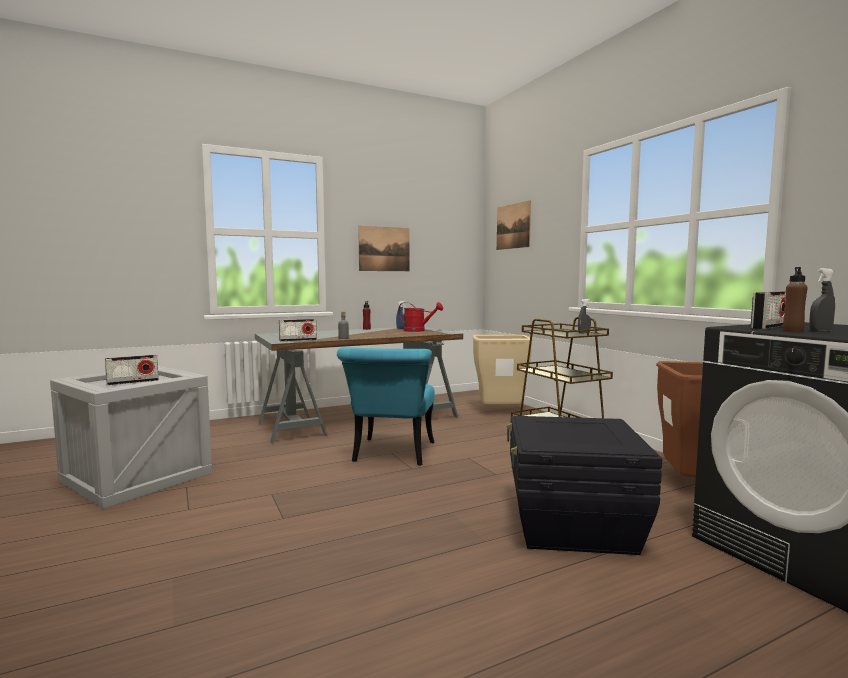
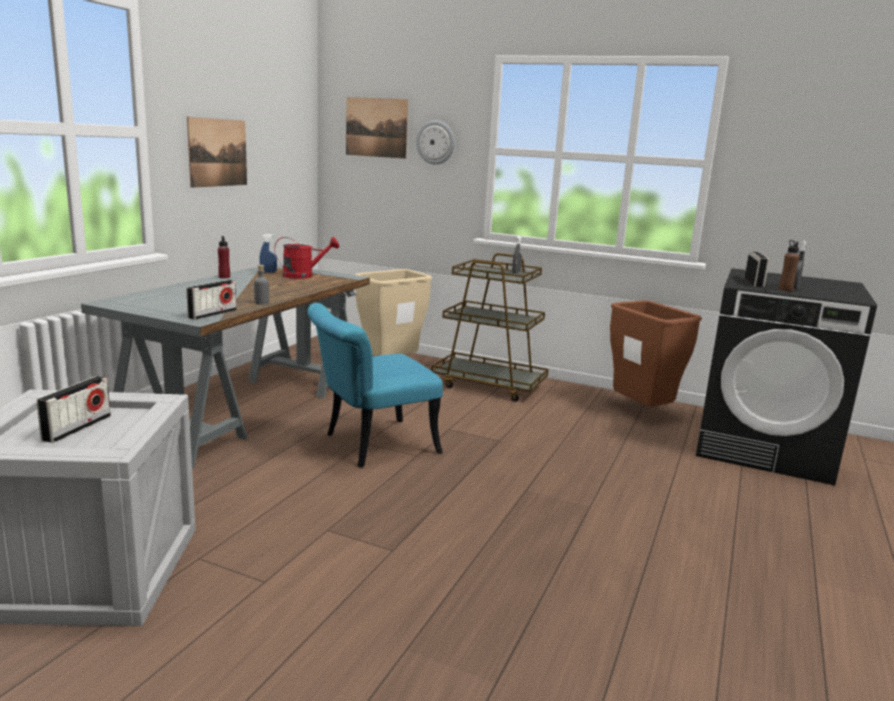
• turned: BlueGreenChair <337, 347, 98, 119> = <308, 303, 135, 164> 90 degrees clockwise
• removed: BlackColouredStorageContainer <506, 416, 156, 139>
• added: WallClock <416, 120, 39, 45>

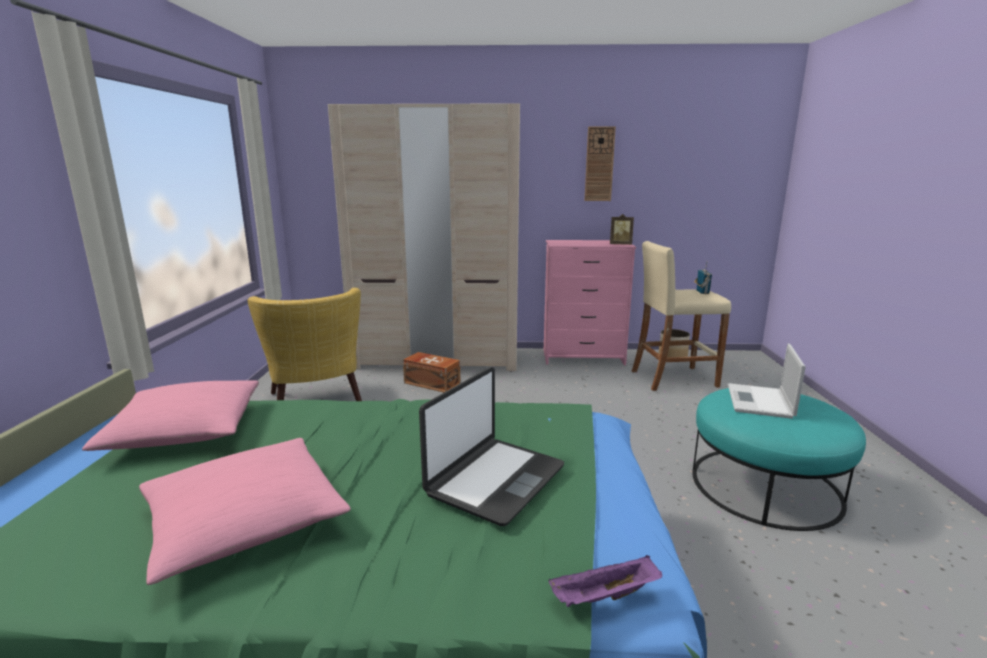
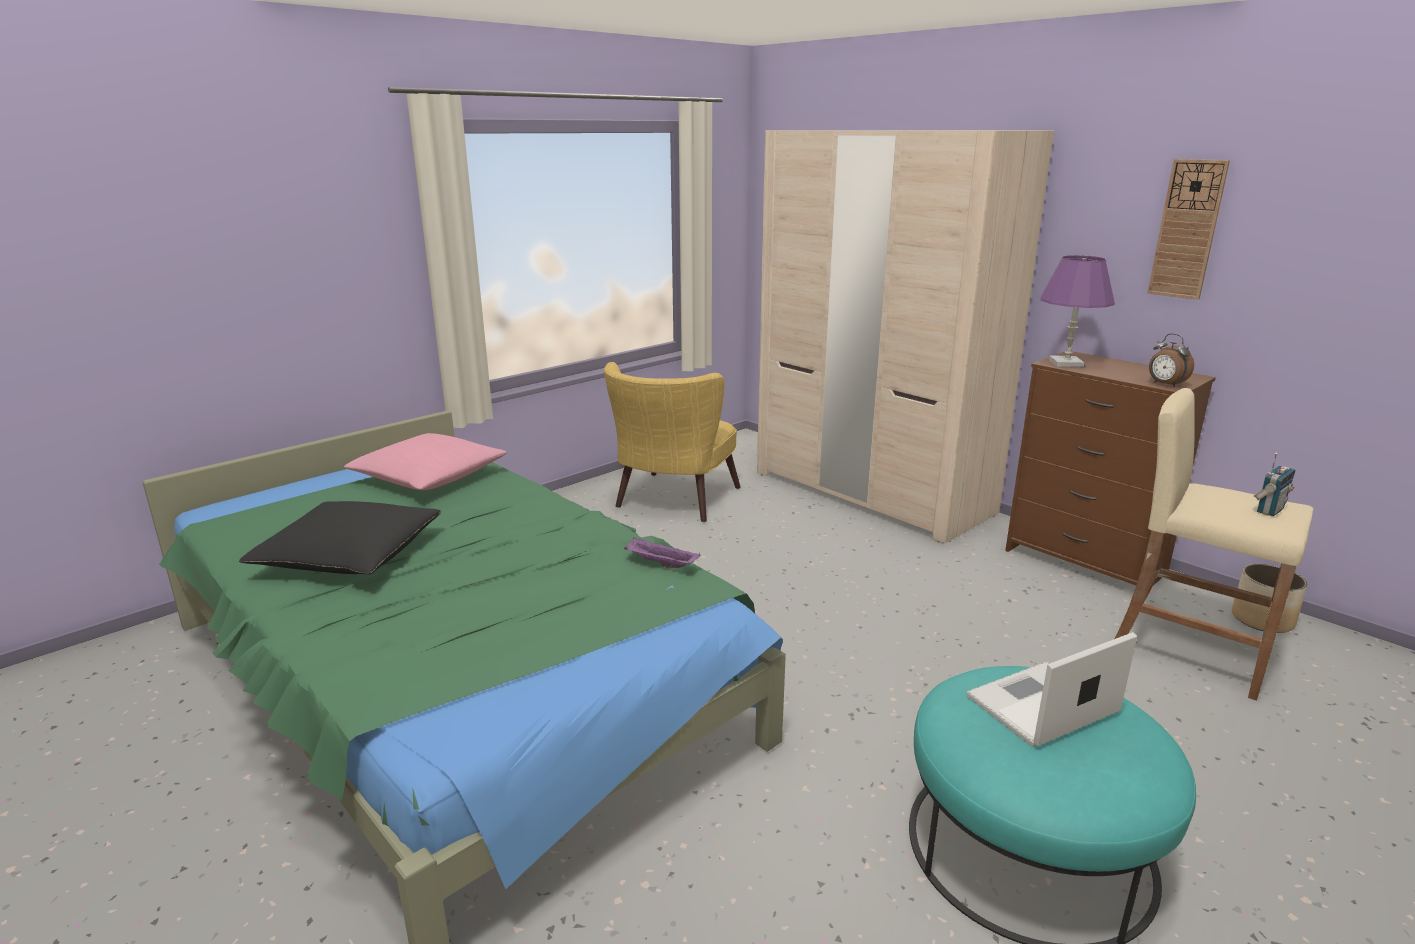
• replaced: StandingFrame <610, 214, 24, 31> to BedsideClock <1149, 333, 45, 55>
• recoloured: PinkColouredDresser <544, 240, 92, 125> to BrownColouredDresser <1005, 351, 211, 234>
• removed: BrownColouredStorageContainer <403, 352, 57, 40>
• removed: NotebookComputer <419, 367, 145, 159>
• recoloured: PinkColouredThrowPillow <139, 438, 212, 147> to BlackColouredThrowPillow <239, 501, 202, 73>
• moved: PurplishCarryingTray <549, 555, 113, 52> to <624, 538, 77, 30>
• added: PurplishTableLamp <1041, 255, 74, 112>

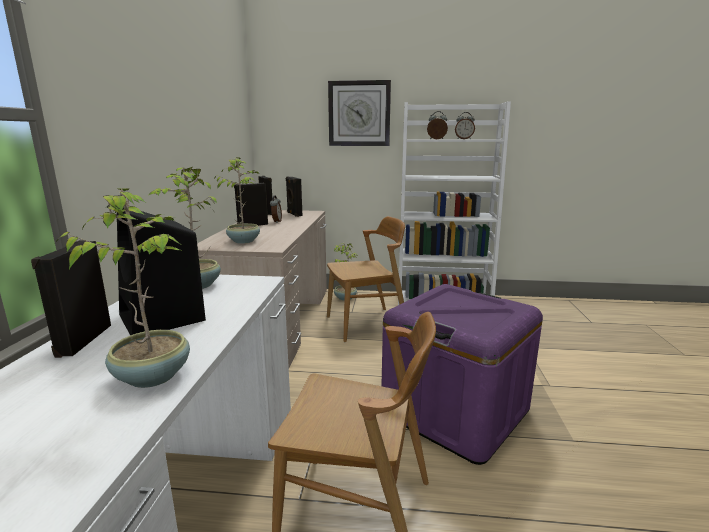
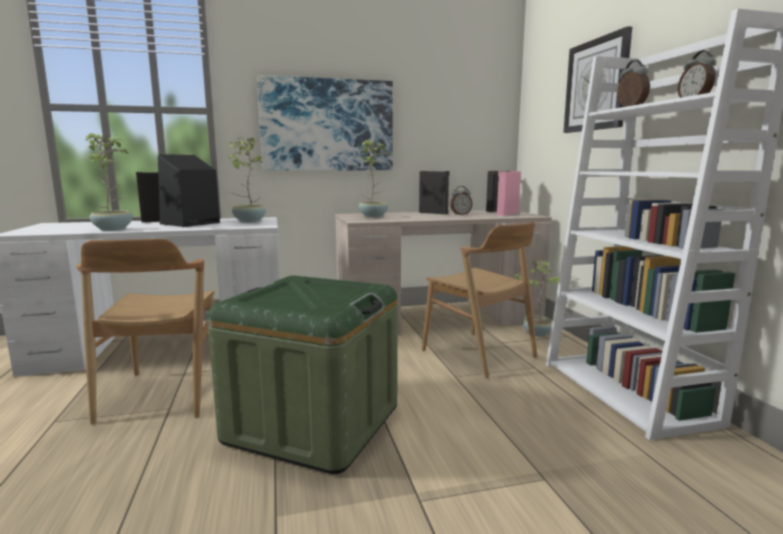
• recoloured: BlackColouredAudioSpeaker <286, 177, 16, 40> to PinkColouredAudioSpeaker <496, 171, 25, 45>
• recoloured: PurplishStorageContainer <382, 284, 161, 181> to GreenishStorageContainer <207, 275, 191, 199>
• added: WallPicture <257, 75, 136, 96>

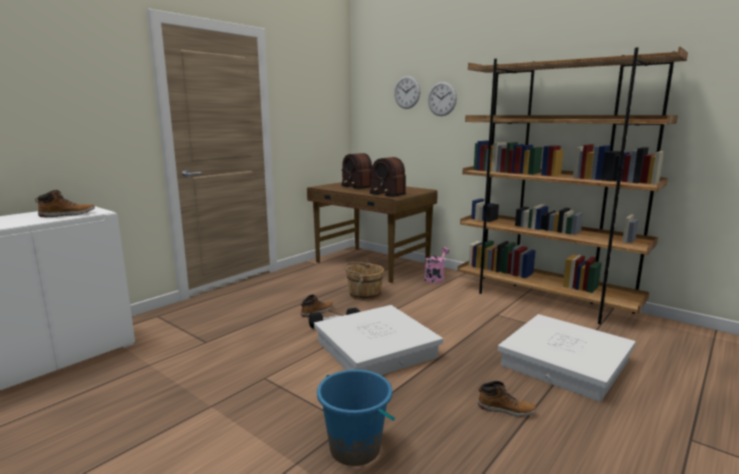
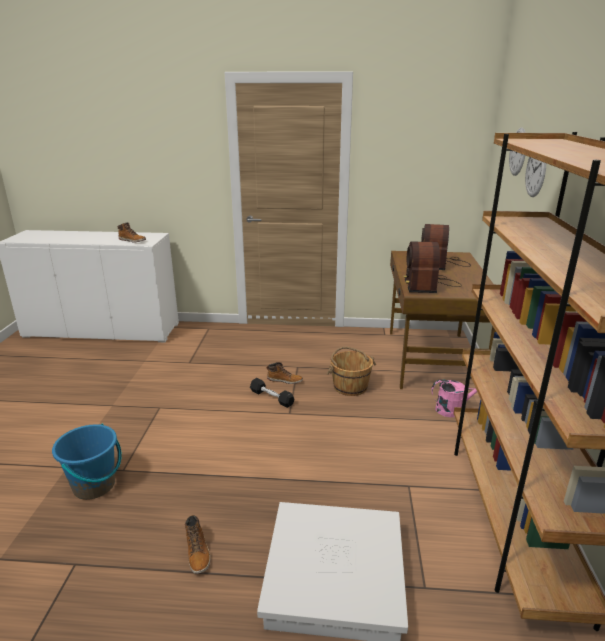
• removed: WhiteColouredStorageContainer <314, 305, 129, 70>

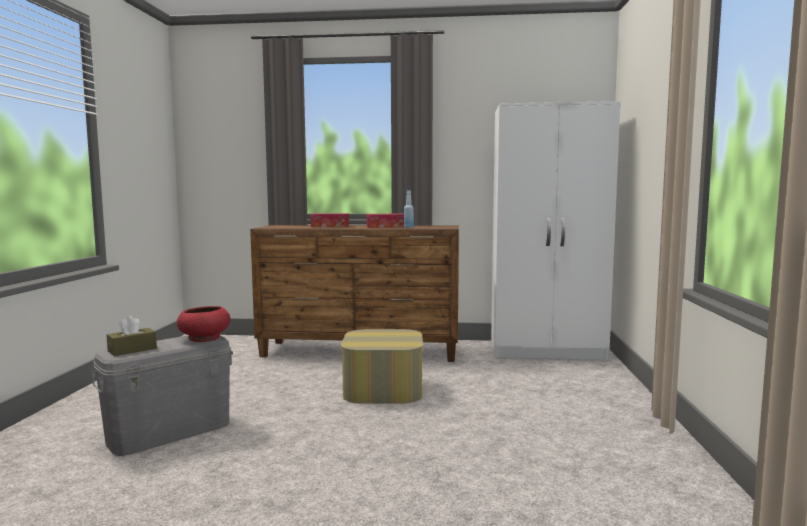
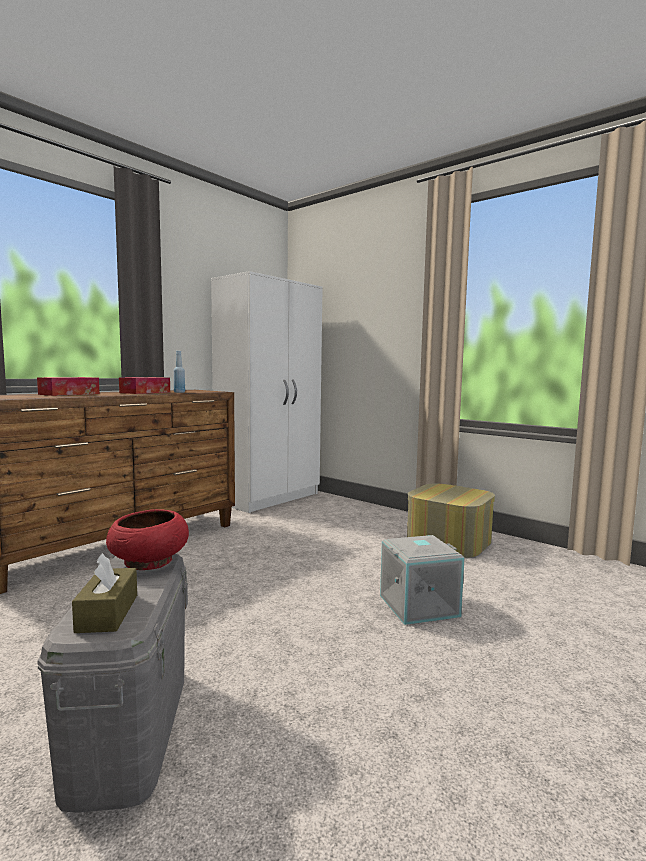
• moved: Footrest <341, 329, 82, 75> to <407, 483, 88, 75>
• added: GreyishStorageContainer <380, 535, 84, 90>

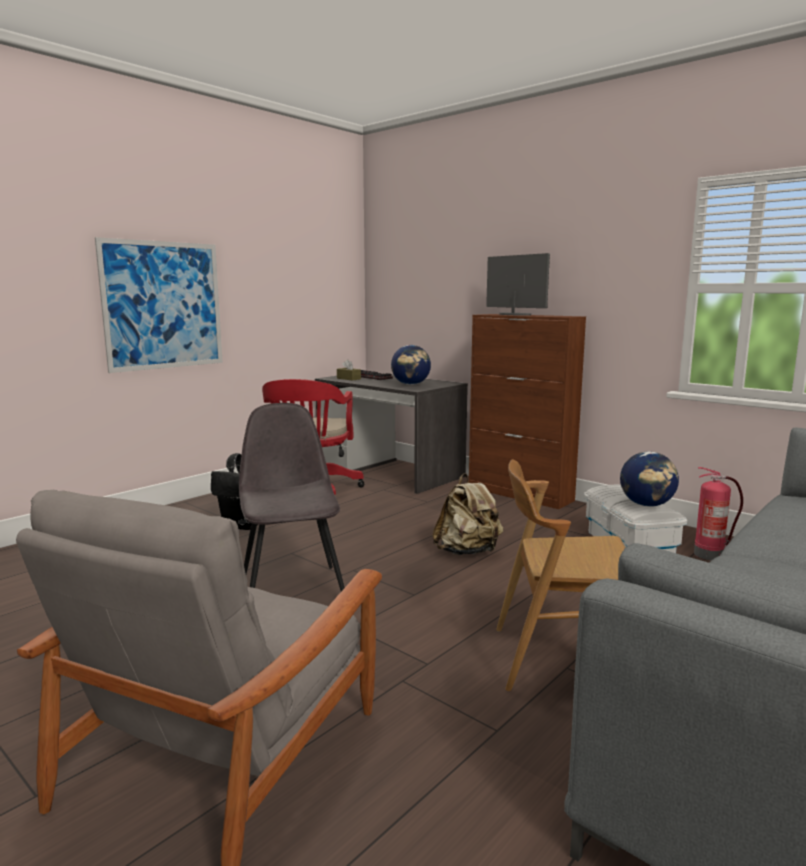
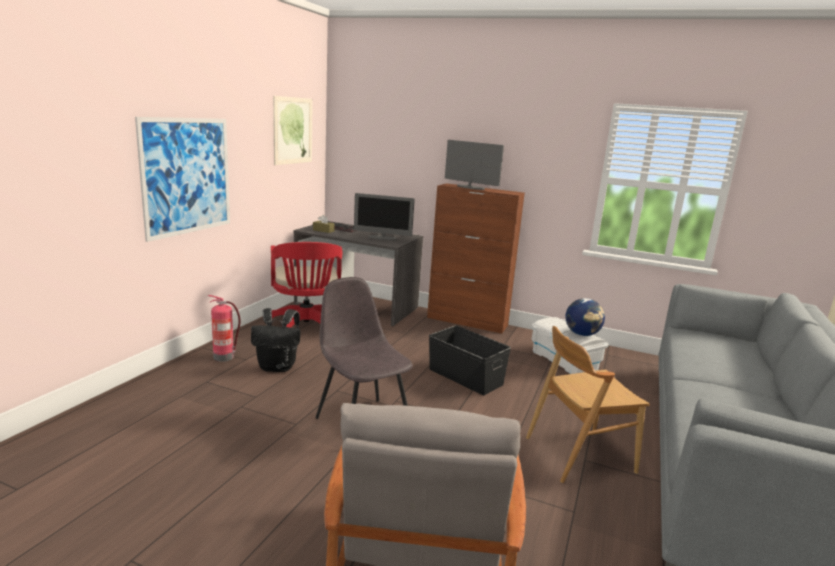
• replaced: Globe <391, 345, 40, 40> to ComputerDisplay <354, 193, 61, 47>
• moved: FireExtinguisher <694, 467, 49, 94> to <208, 295, 32, 67>
• replaced: BeigeRucksack <432, 473, 71, 82> to BlackColouredStorageContainer <429, 325, 82, 70>
• added: WallPicture <273, 96, 39, 69>

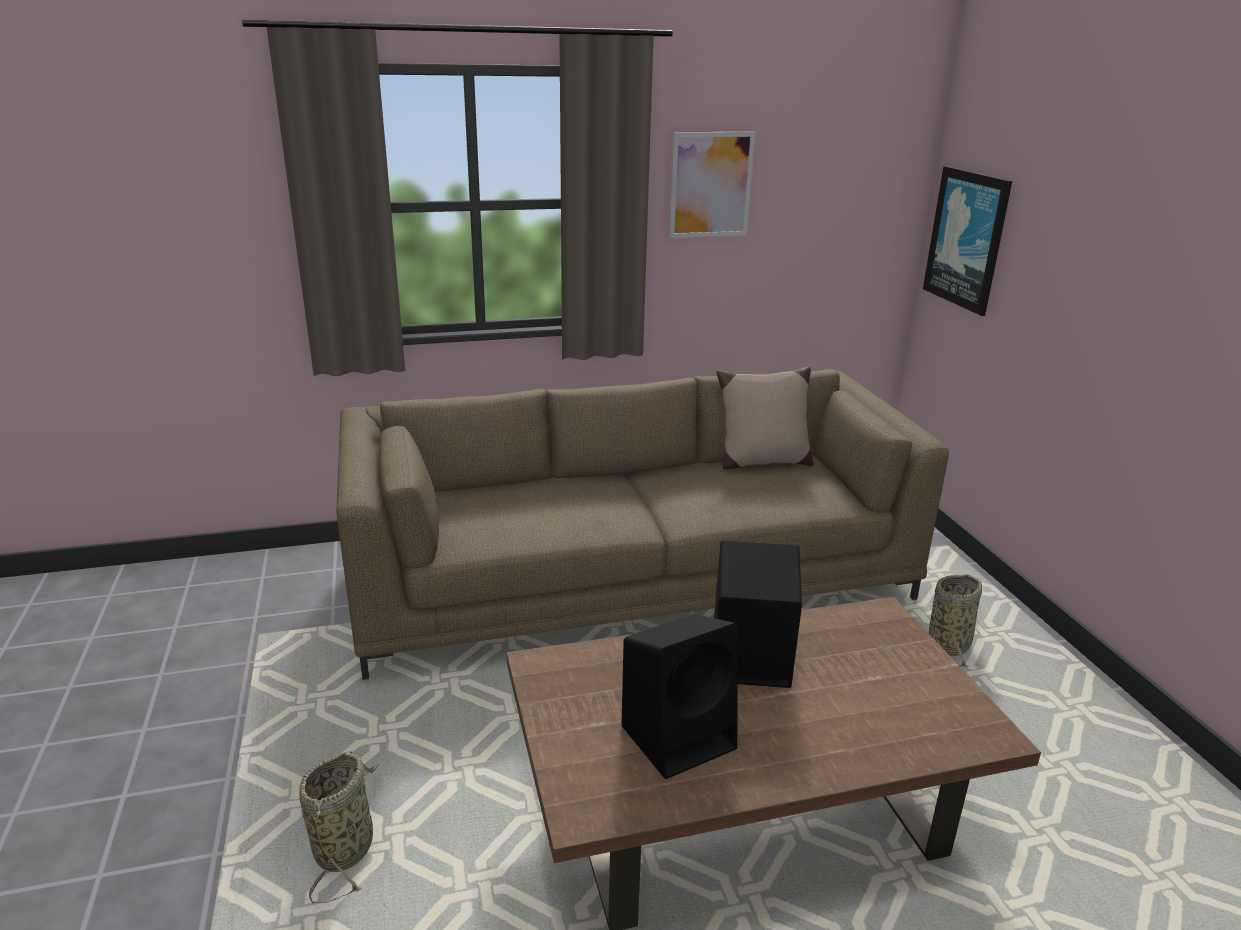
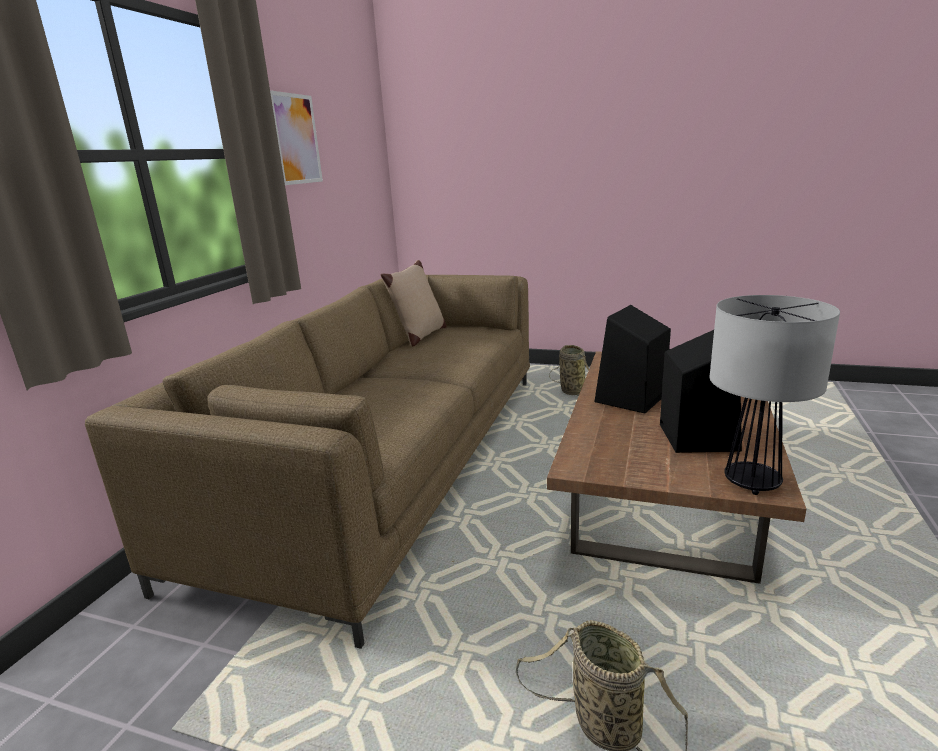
• removed: WallPicture <923, 166, 89, 150>
• added: TableLamp <709, 295, 131, 200>

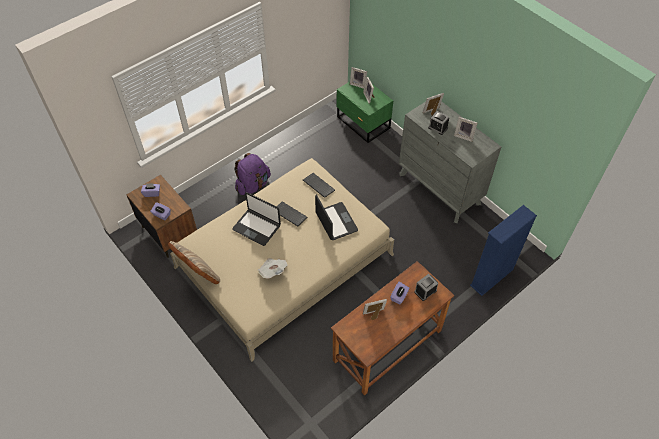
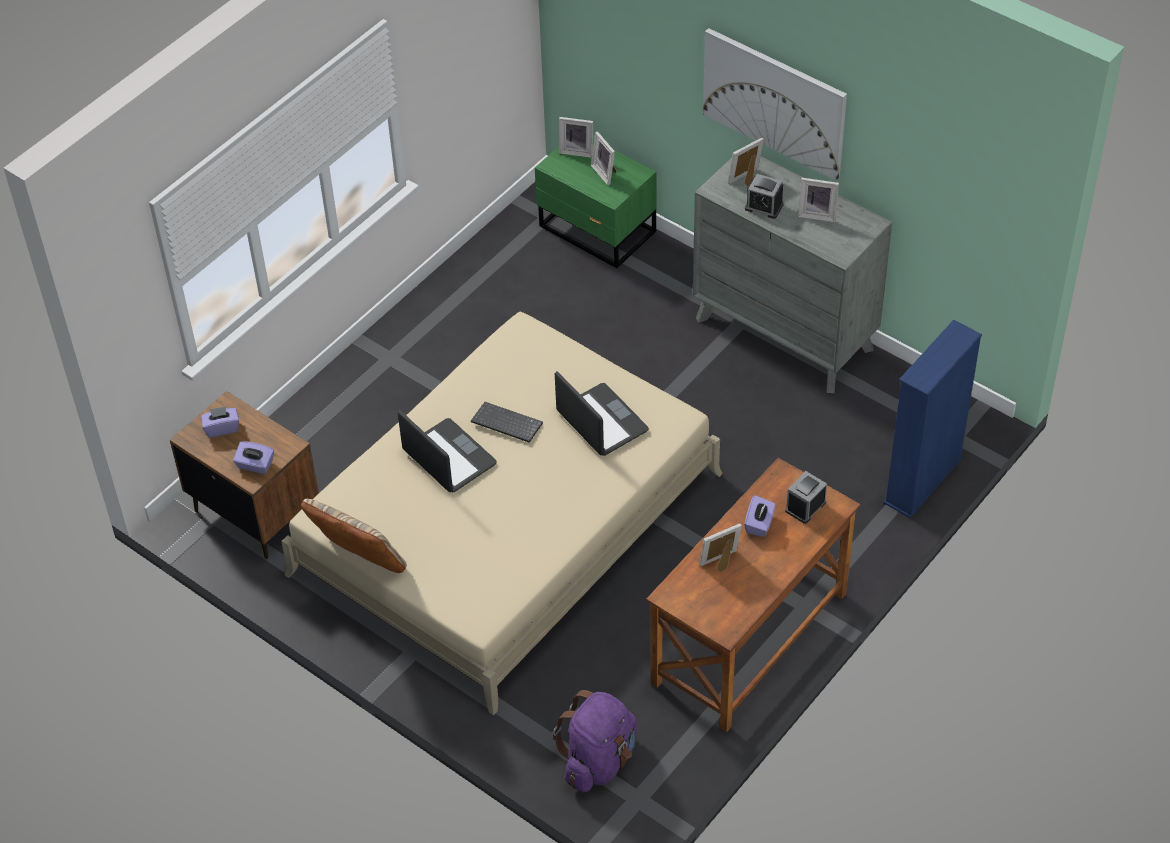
• moved: PurplishRucksack <234, 153, 37, 42> to <553, 690, 84, 102>
• removed: ComputerKeyboard <303, 173, 32, 25>
• turned: NotebookComputer <232, 192, 49, 54> = <398, 410, 99, 82> 150 degrees counterclockwise
• removed: PrintedPaper <258, 258, 30, 21>
• added: WallPicture <703, 28, 144, 152>

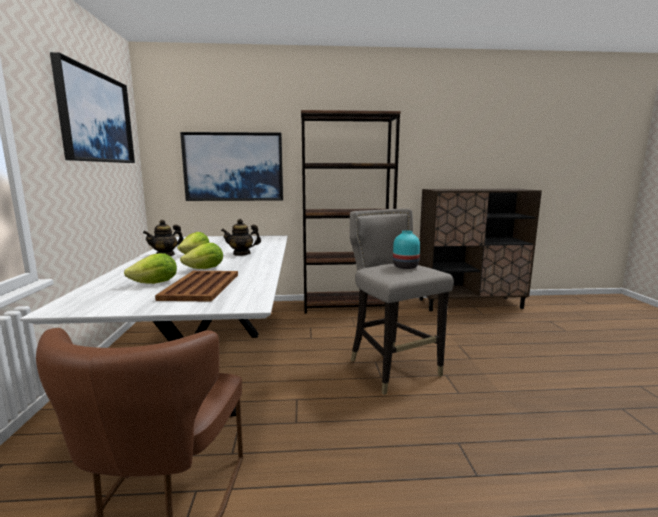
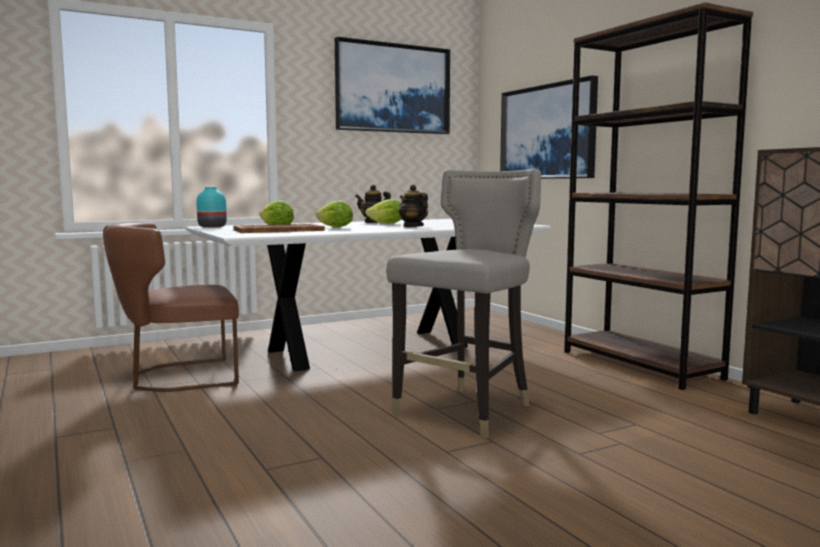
• moved: BlueGreenFlowerVase <393, 230, 27, 39> to <196, 187, 31, 41>

